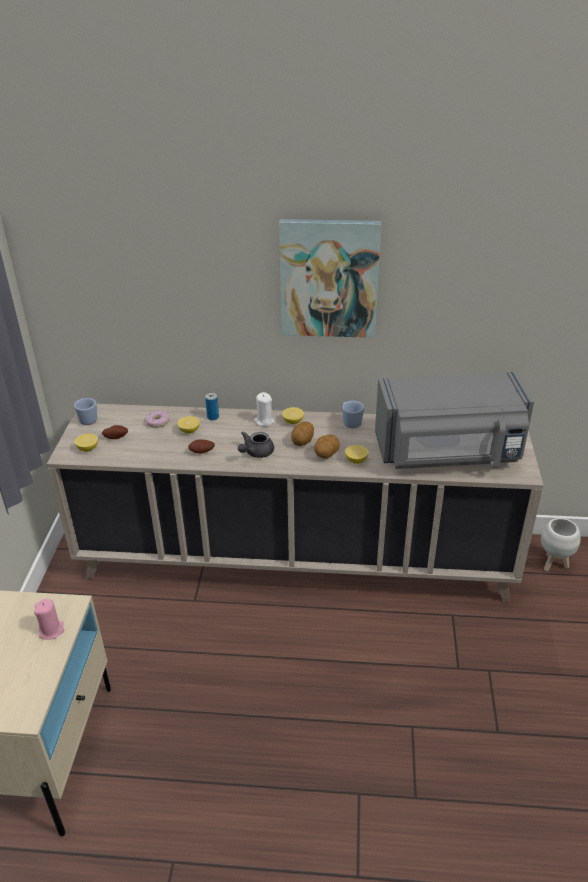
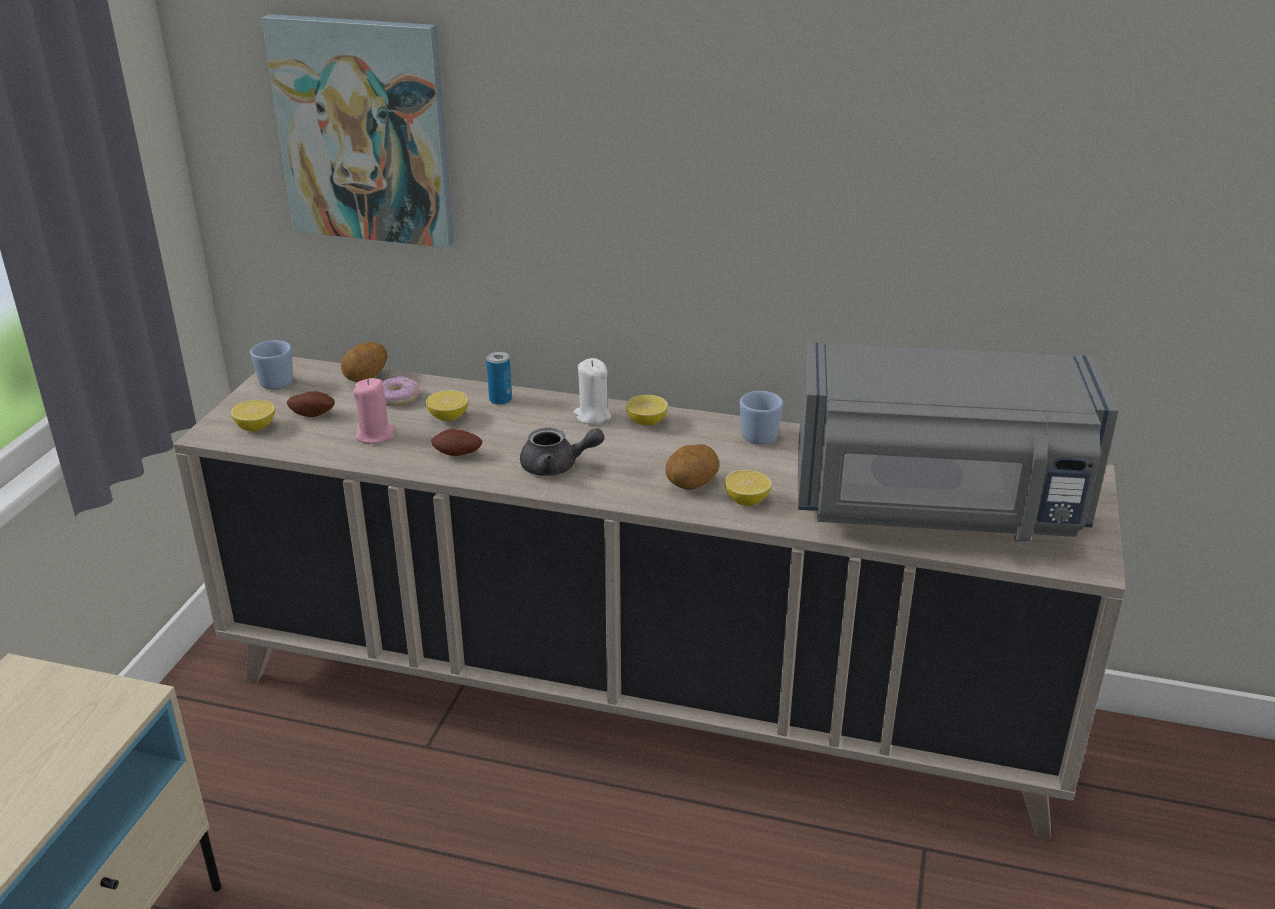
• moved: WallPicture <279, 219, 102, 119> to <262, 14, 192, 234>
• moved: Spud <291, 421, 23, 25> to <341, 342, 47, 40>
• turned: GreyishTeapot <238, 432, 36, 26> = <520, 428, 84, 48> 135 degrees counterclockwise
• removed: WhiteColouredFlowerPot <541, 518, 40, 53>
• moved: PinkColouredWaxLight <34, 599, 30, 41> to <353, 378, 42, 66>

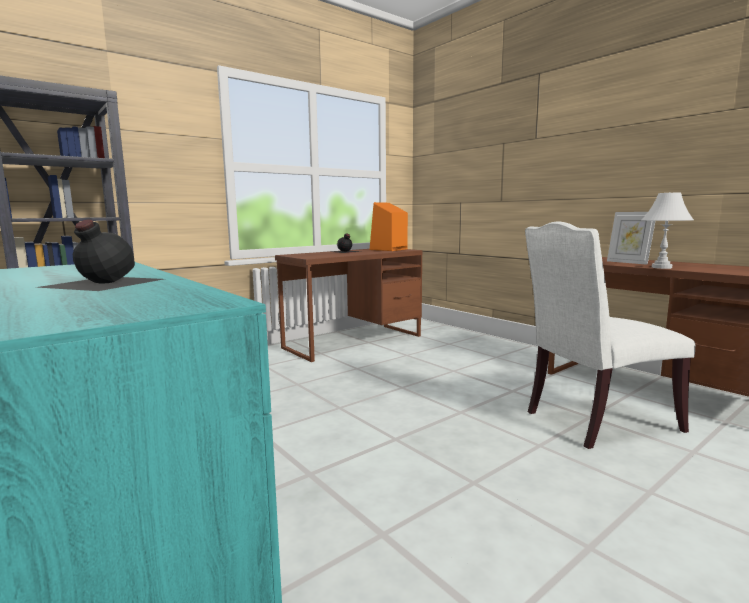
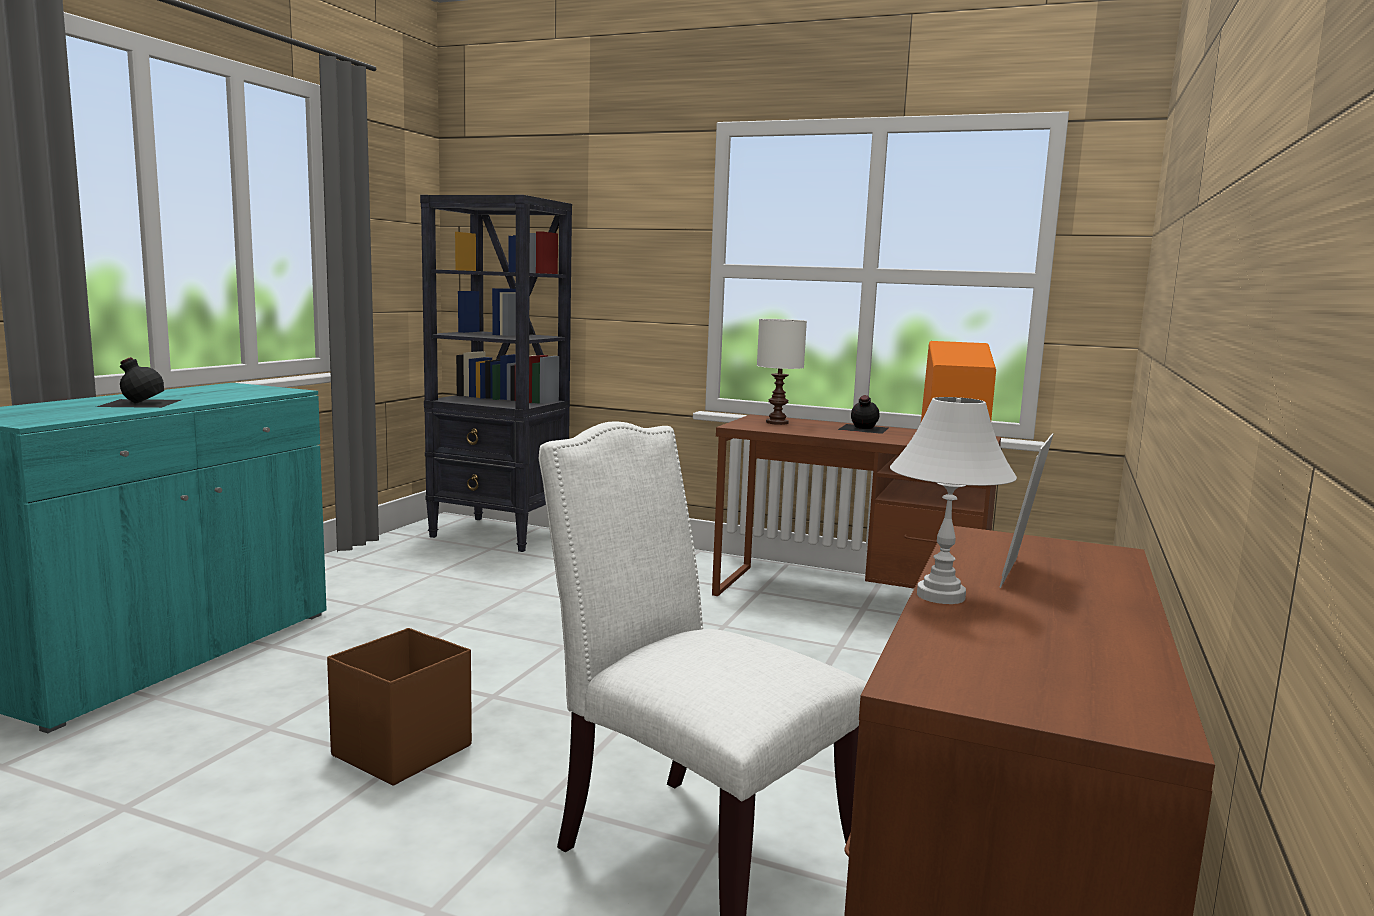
• added: WhiteColouredTableLamp <757, 319, 50, 106>
• added: BrownColouredStorageContainer <327, 628, 145, 158>

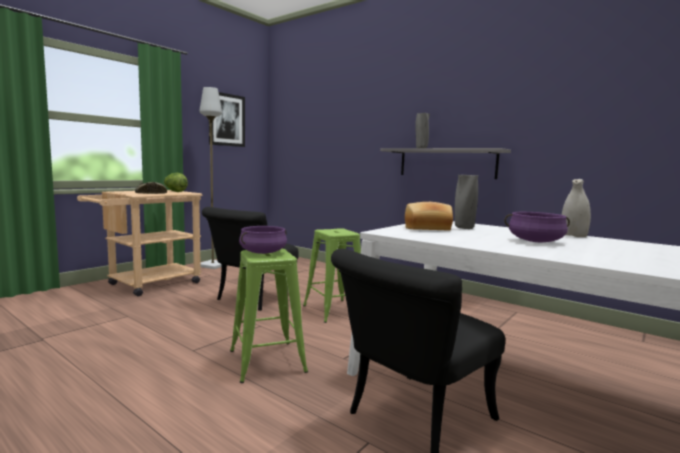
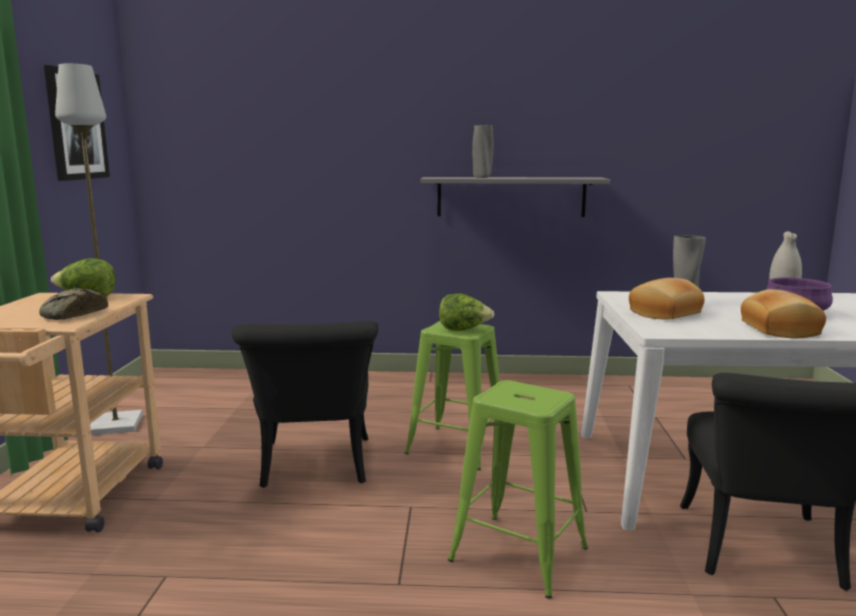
• removed: PurplishCookingPot <239, 226, 48, 28>
• added: BakedBread <741, 289, 85, 49>
• added: HeadOfLettuce <439, 294, 55, 37>

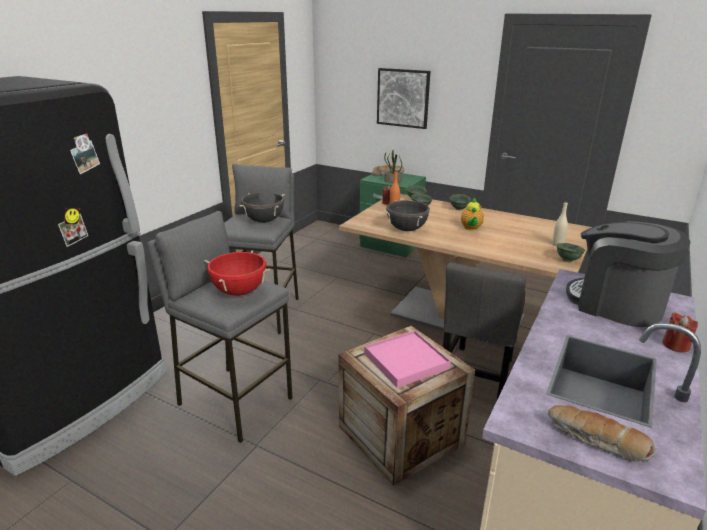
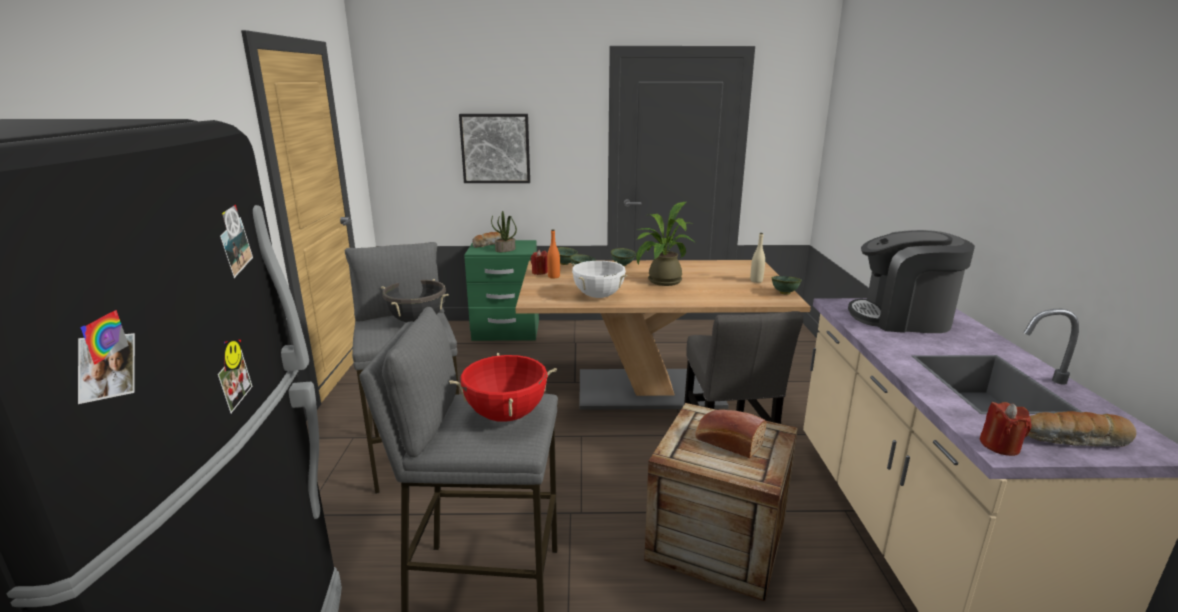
• replaced: Teapot <461, 197, 23, 34> to PlantInAPot <636, 202, 59, 84>
• recoloured: BlackColouredCookingPot <384, 200, 47, 31> to WhiteColouredCookingPot <572, 261, 55, 37>
• moved: ReddishWaxLight <662, 312, 36, 40> to <980, 402, 51, 54>
• replaced: PinkColouredCarryingTray <364, 330, 87, 58> to BakedBread <695, 410, 72, 48>

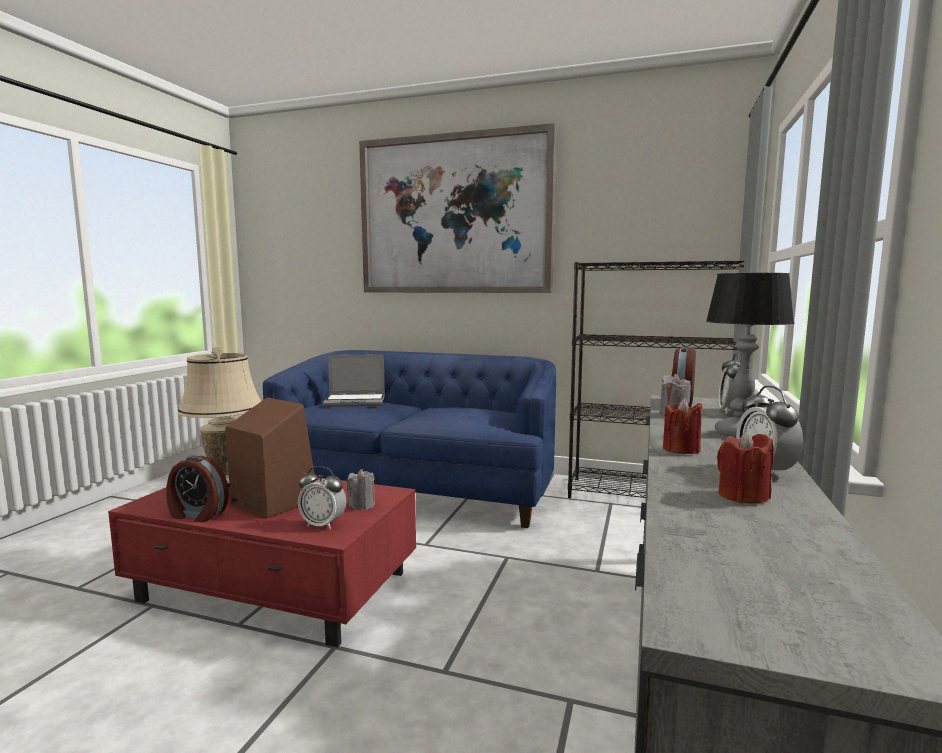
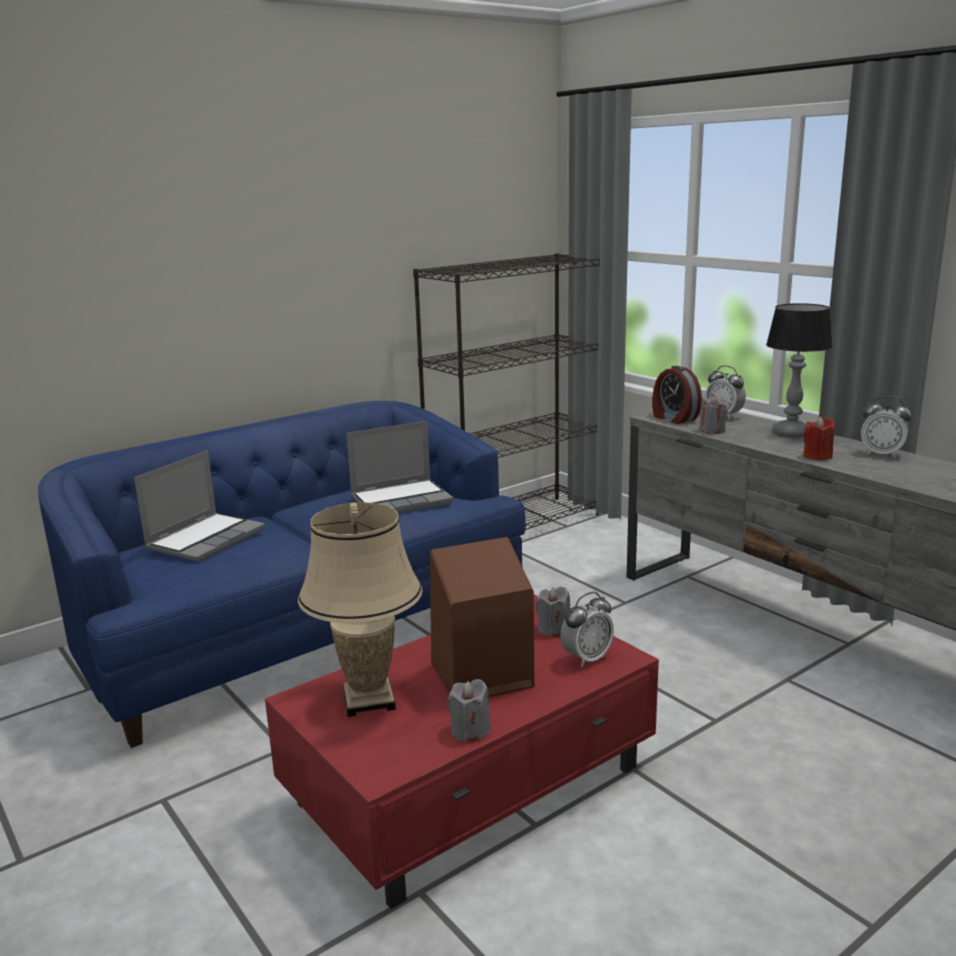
• removed: WallPicture <359, 123, 197, 170>
• removed: ReddishWaxLight <717, 430, 57, 73>
• replaced: BedsideClock <166, 456, 63, 67> to GreyishWaxLight <447, 679, 43, 64>
• added: NotebookComputer <347, 421, 107, 92>

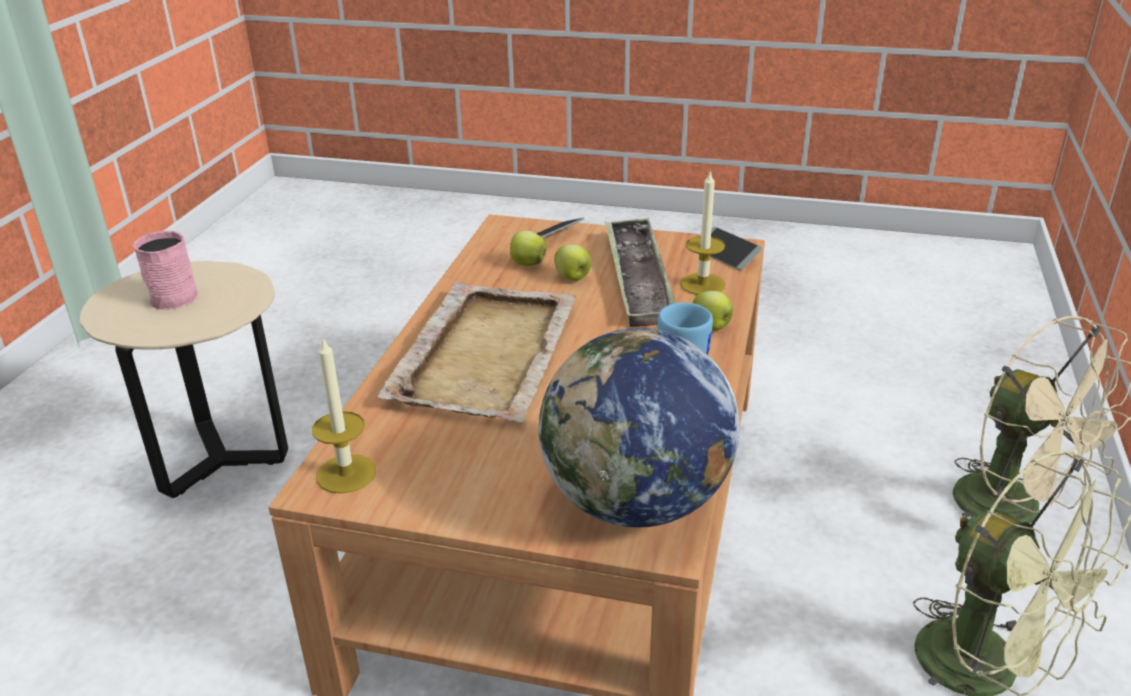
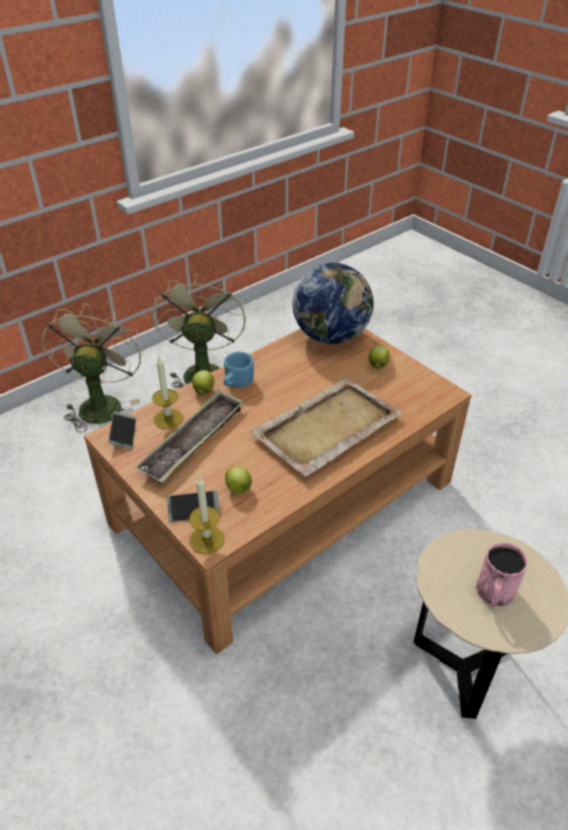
• moved: AppleFruit <554, 244, 37, 37> to <368, 345, 22, 23>
• moved: WaxLight <312, 337, 65, 157> to <189, 475, 36, 79>

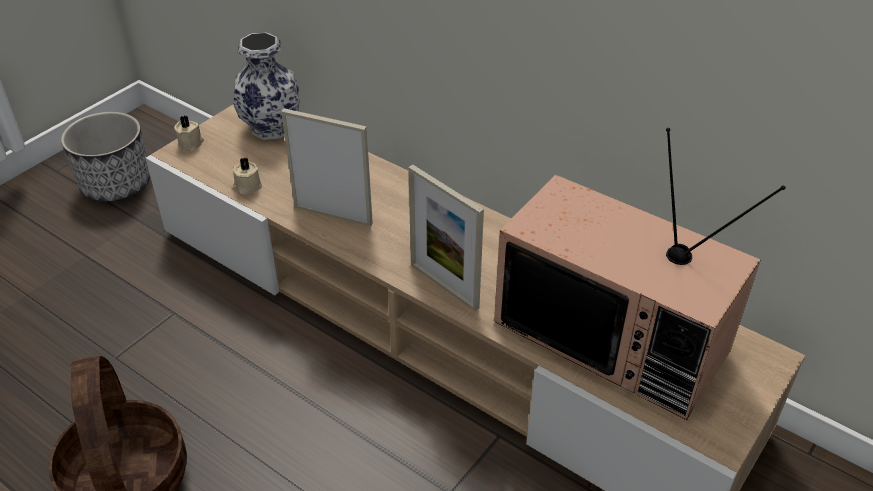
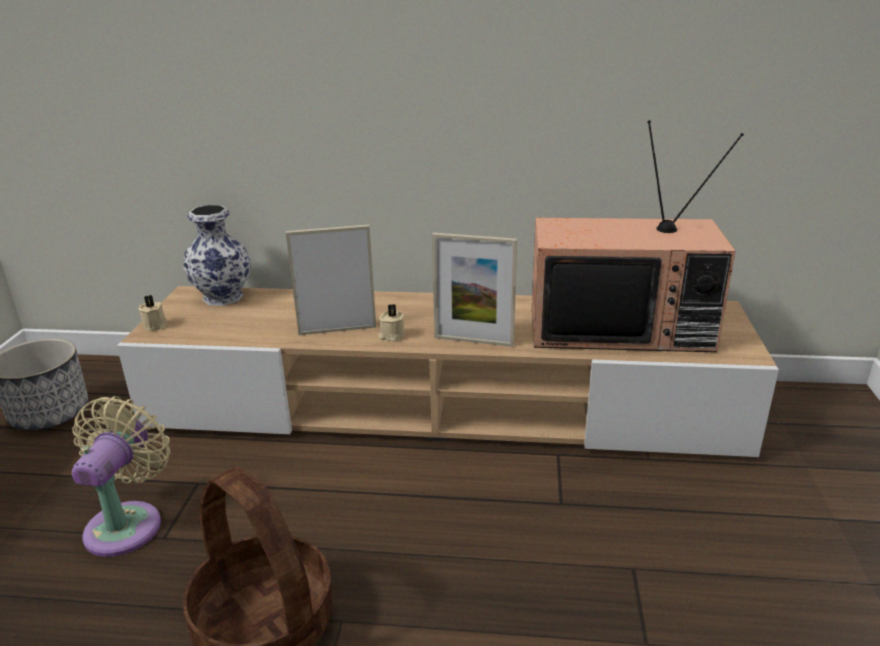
• moved: BeigeWaxLight <233, 157, 29, 38> to <378, 304, 27, 38>
• added: BeigeCoolingFan <72, 396, 98, 161>

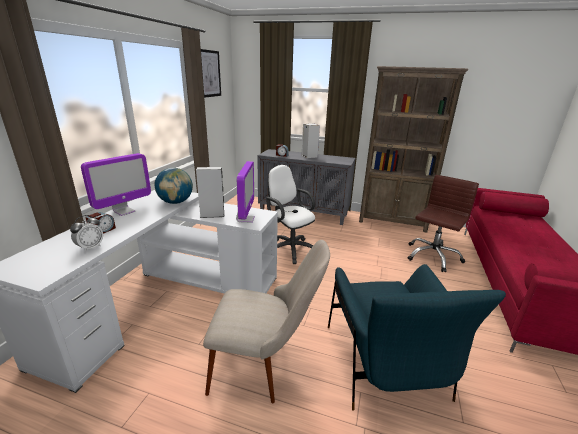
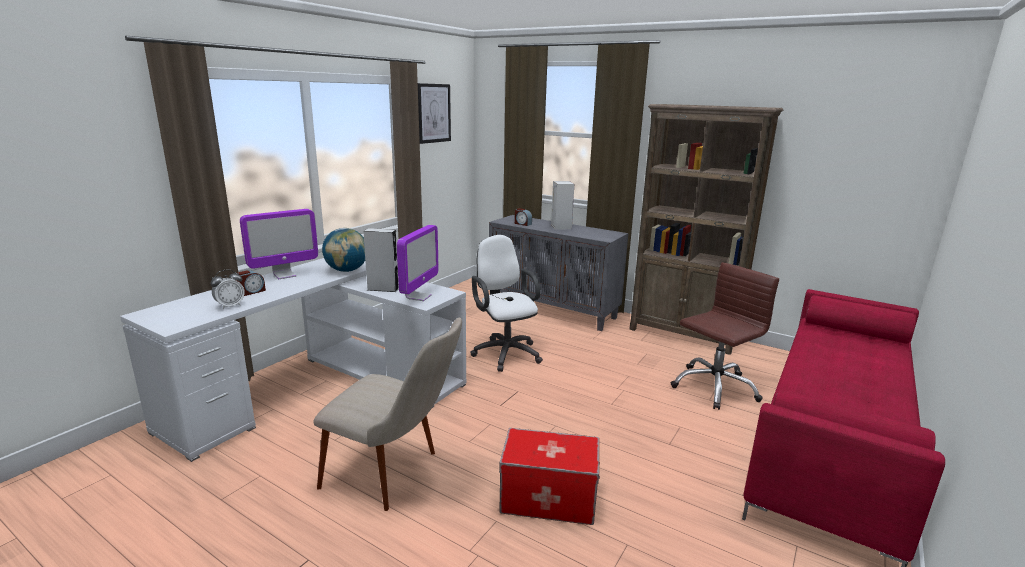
• replaced: BlueColouredEasyChair <328, 264, 178, 147> to StorageContainer <499, 428, 101, 97>

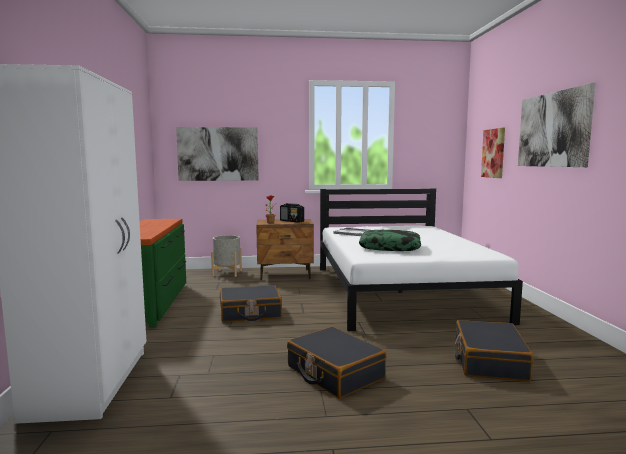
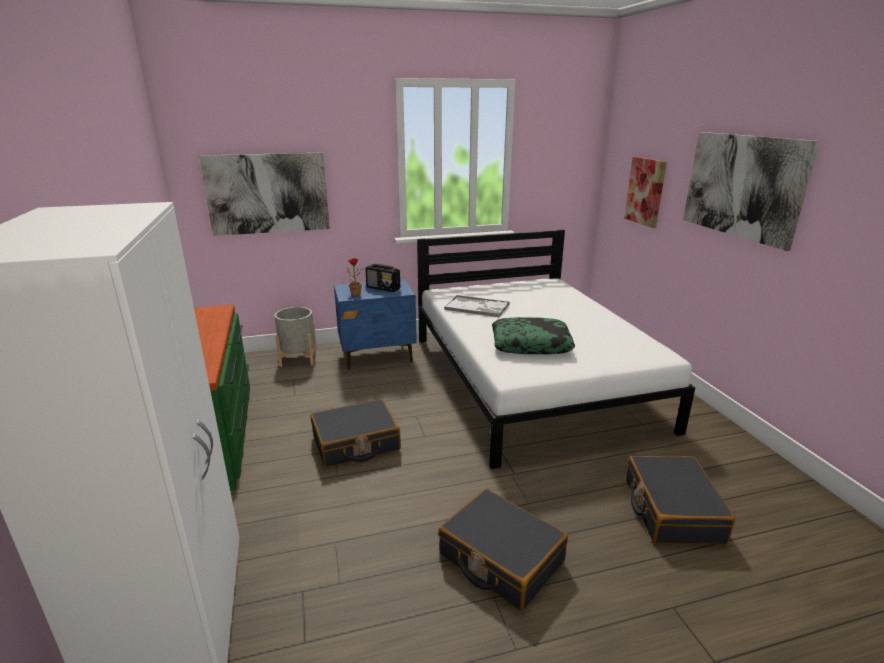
• recoloured: BrownColouredNightTable <256, 219, 58, 61> to BlueColouredNightTable <334, 279, 83, 91>

